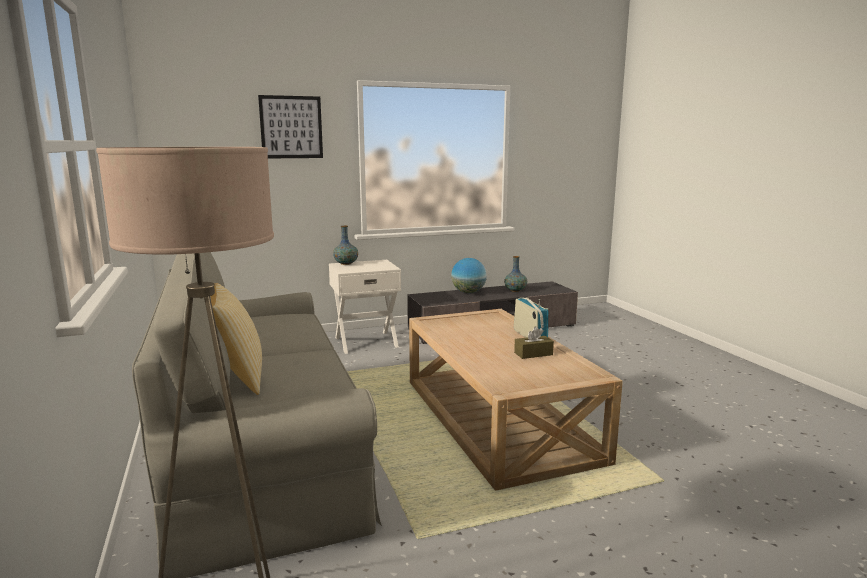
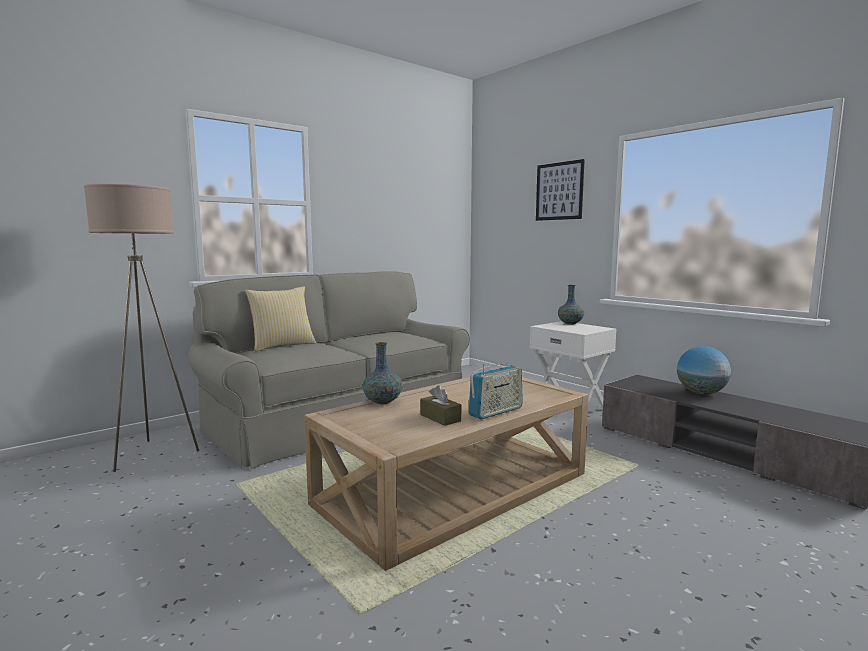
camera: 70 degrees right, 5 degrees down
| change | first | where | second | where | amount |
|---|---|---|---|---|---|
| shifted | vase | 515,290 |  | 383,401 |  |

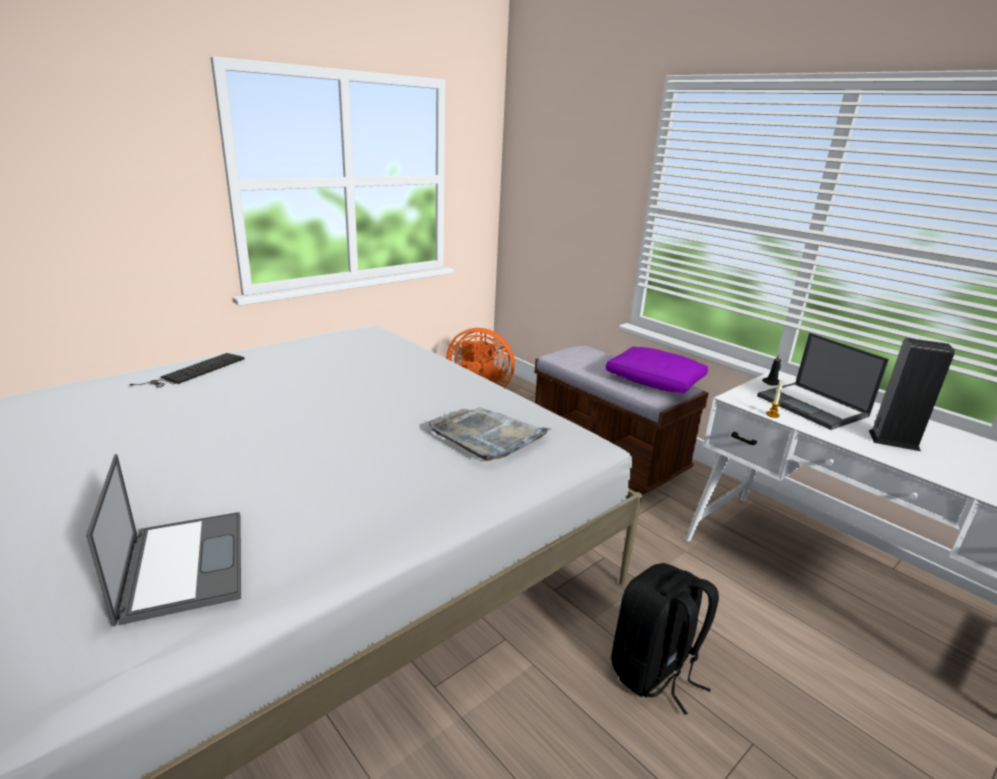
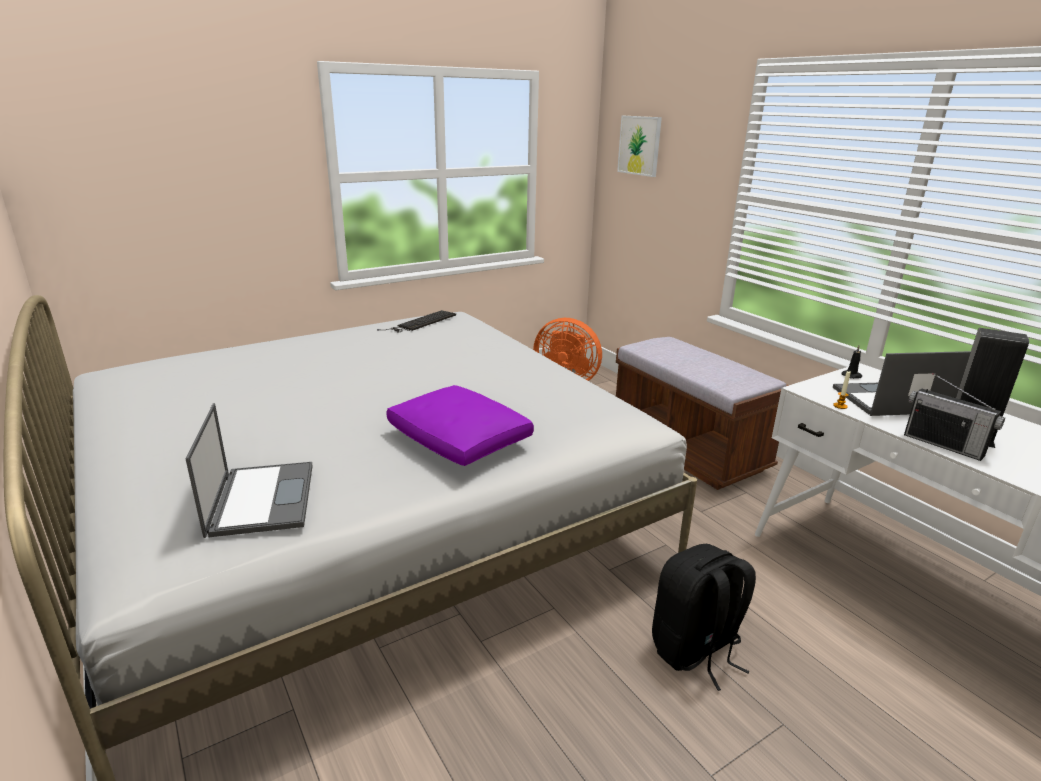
camera: 10 degrees right, 0 degrees up
| change | first | where | second | where | amount |
|---|---|---|---|---|---|
| shifted | keyboard | 194,371 |  | 420,322 |  |
| shifted | pillow (purple) | 653,381 |  | 458,439 |  |
| new |  |  | picture | 639,145 |  |
| rotated | laptop | 813,406 |  | 889,400 | 105 degrees clockwise |
| new |  |  | radio | 943,445 |  |
| gone | tray (grey) | 487,435 |  |  |  |

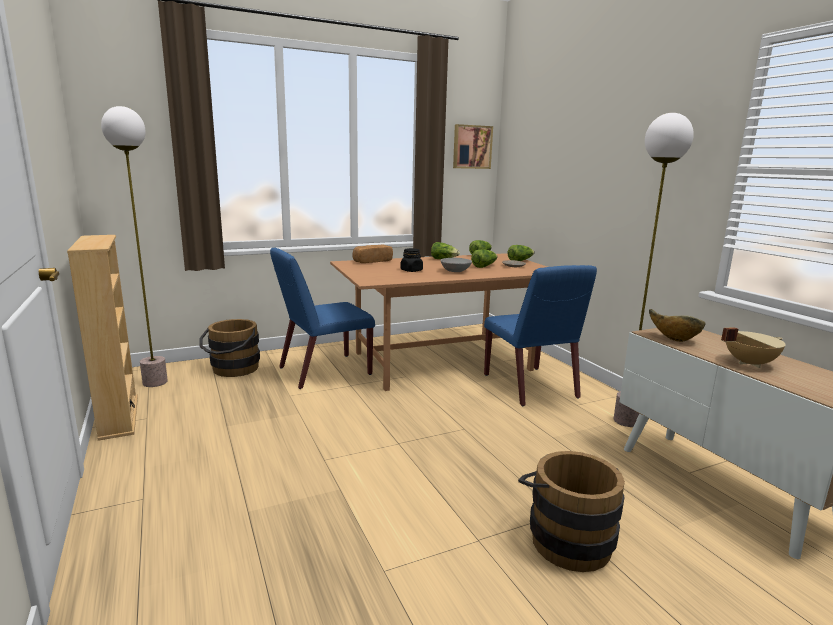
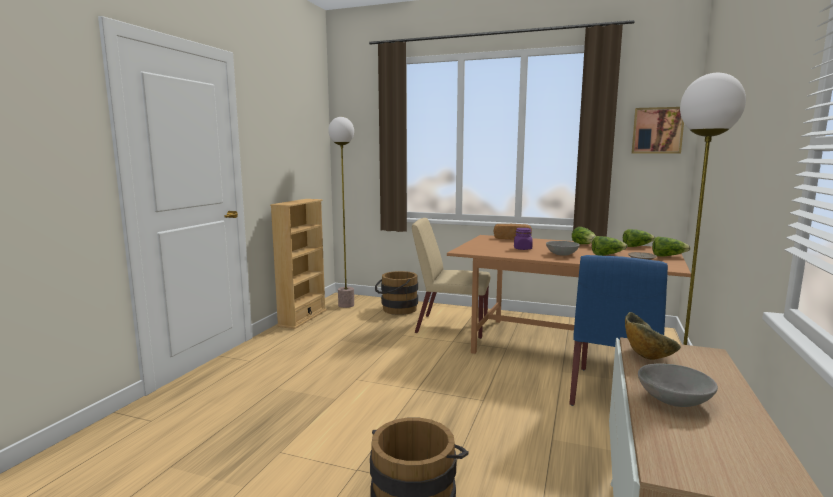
camera: 45 degrees right, 5 degrees down
| change | first | where | second | where | amount |
|---|---|---|---|---|---|
| repainted | chair (blue) | 323,371 | chair (beige) | 450,326 |  |
| repainted | jar (black) | 411,270 | jar (purple) | 522,248 |  |
| swapped | cooking pot (beige) | 748,363 | bowl (grey) | 673,400 |  |

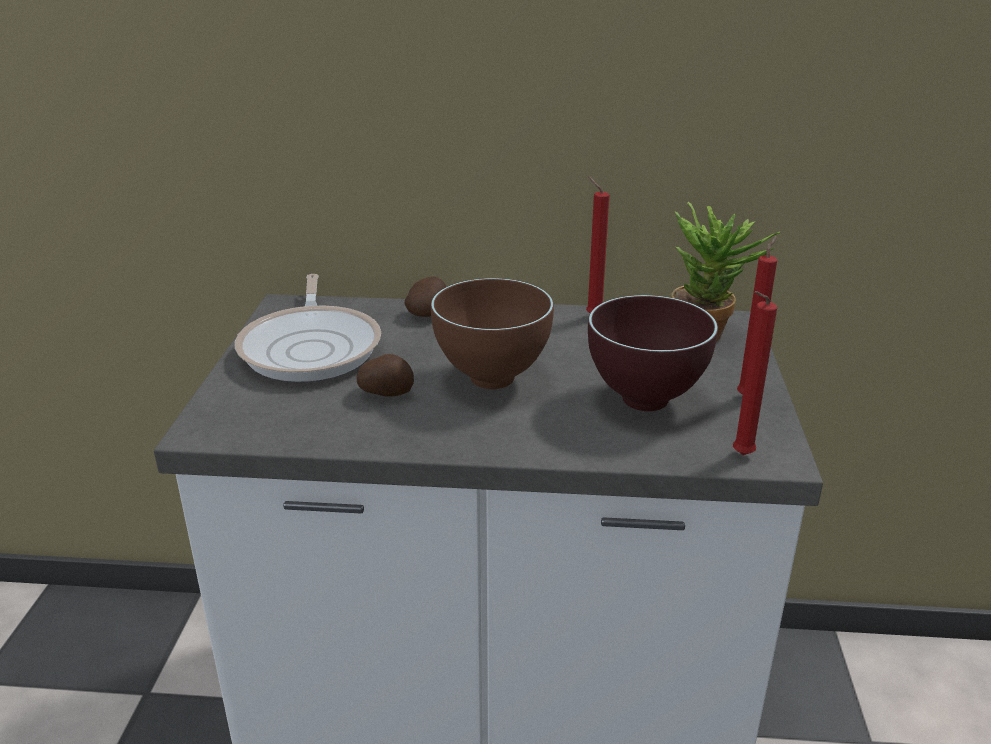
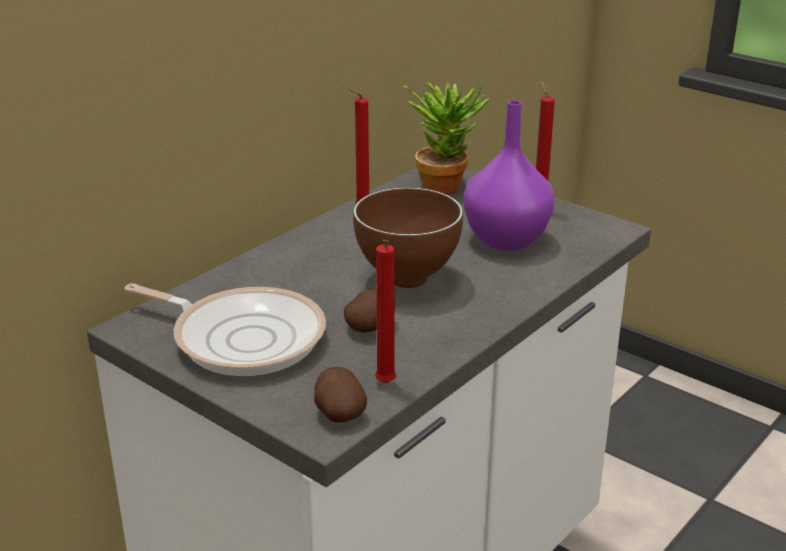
camera: 55 degrees left, 0 degrees up
| change | first | where | second | where | amount |
|---|---|---|---|---|---|
| shifted | potato | 428,313 |  | 338,413 |  |
| shifted | candle (red) | 739,456 |  | 385,385 |  |
| swapped | bowl (brown) | 646,403 | vase (purple) | 508,240 |  |

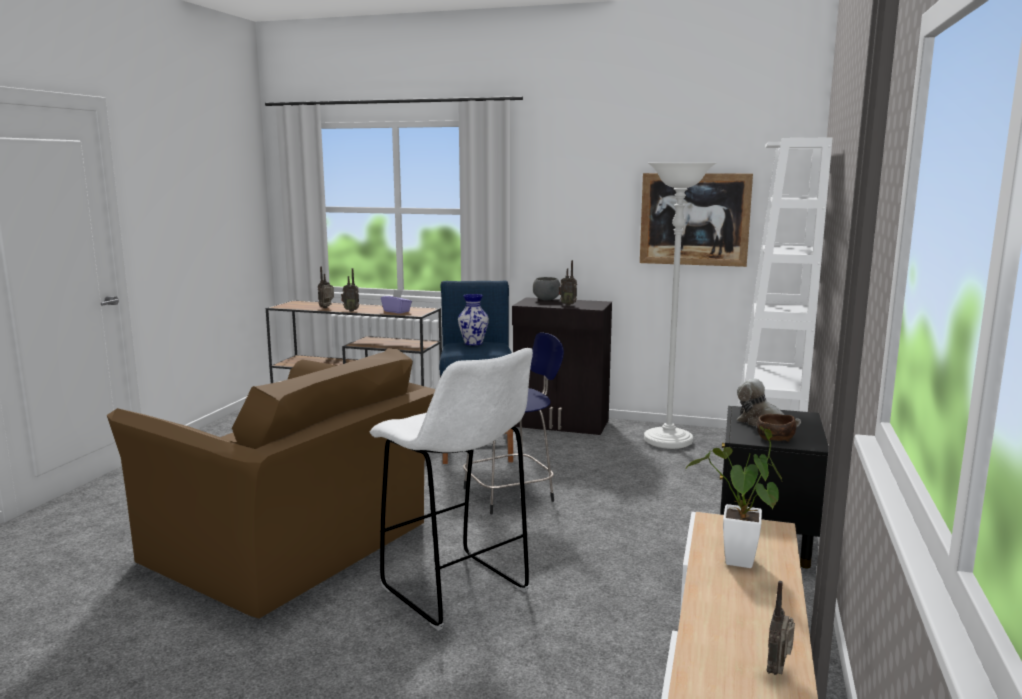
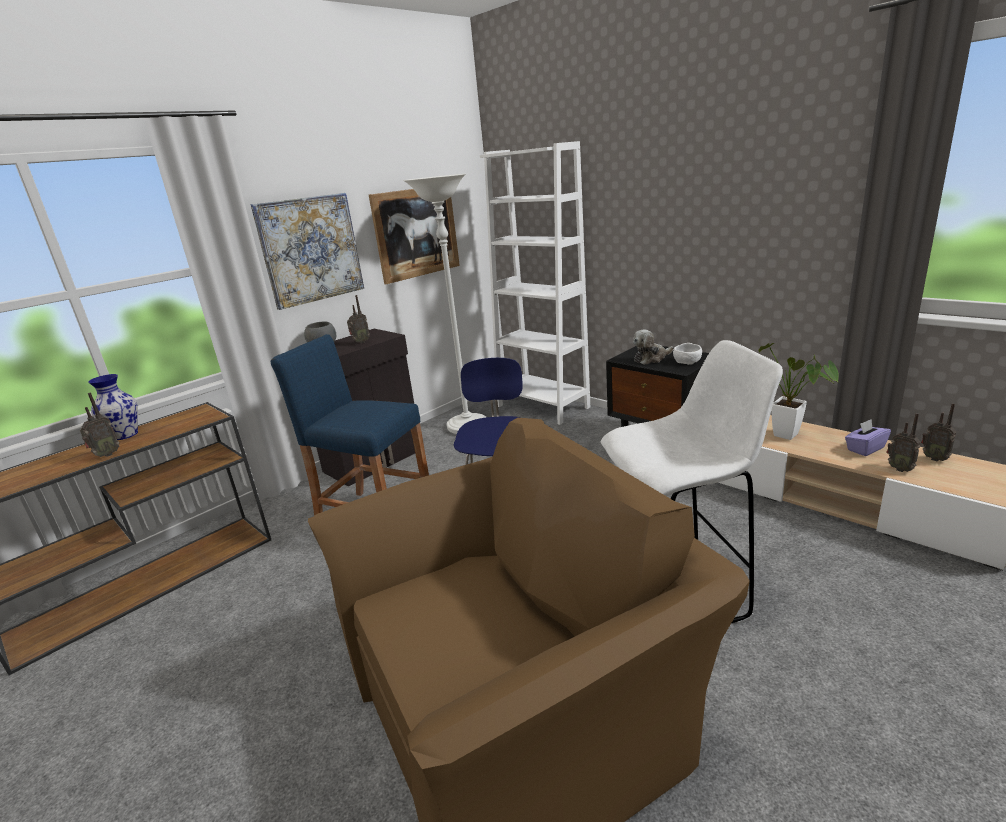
camera: 60 degrees left, 10 degrees up
| change | first | where | second | where | amount |
|---|---|---|---|---|---|
| shifted | vase | 474,343 |  | 126,435 |  |
| new |  |  | picture | 310,250 |  |
| repainted | bowl (brown) | 774,438 | bowl (white) | 687,362 |  |
| shifted | tissue box (purple) | 397,311 |  | 865,449 |  |
| shifted | radio | 327,308 |  | 900,468 |  |

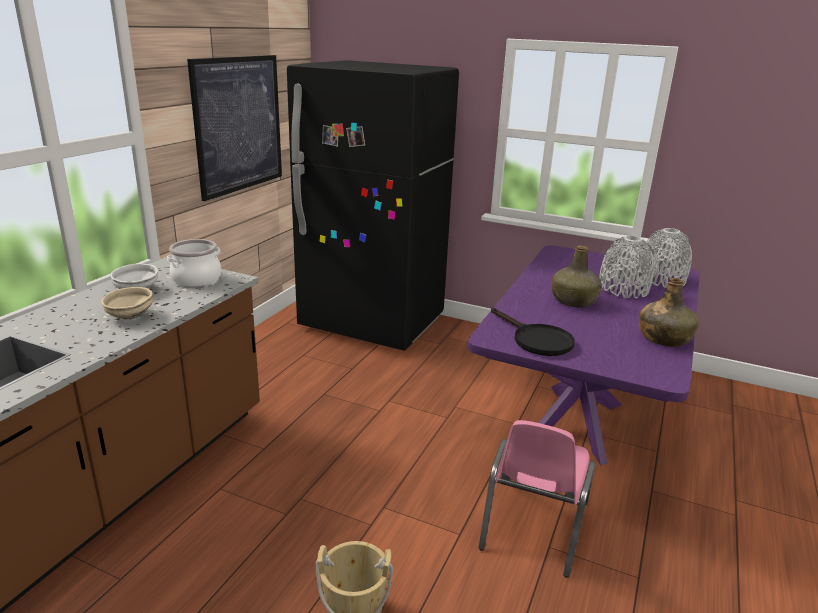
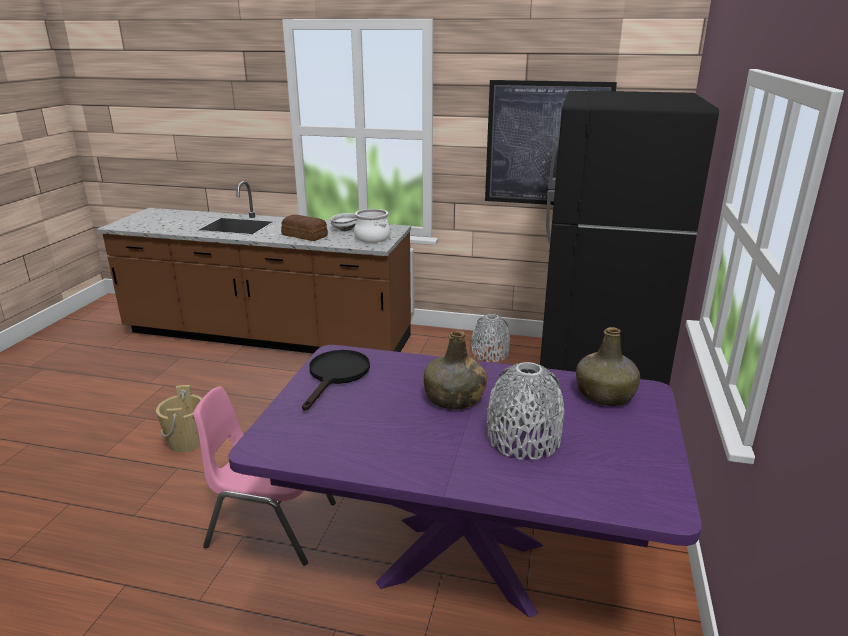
camera: 80 degrees right, 0 degrees up
| change | first | where | second | where | amount |
|---|---|---|---|---|---|
| swapped | bowl (beige) | 129,316 | bread | 304,235 |  |
| rotated | frying pan (black) | 536,340 |  | 336,375 | 150 degrees clockwise |
| shifted | vase (grey) | 661,279 |  | 490,353 |  |
| shifted | bottle (green) | 664,338 |  | 605,395 |  |

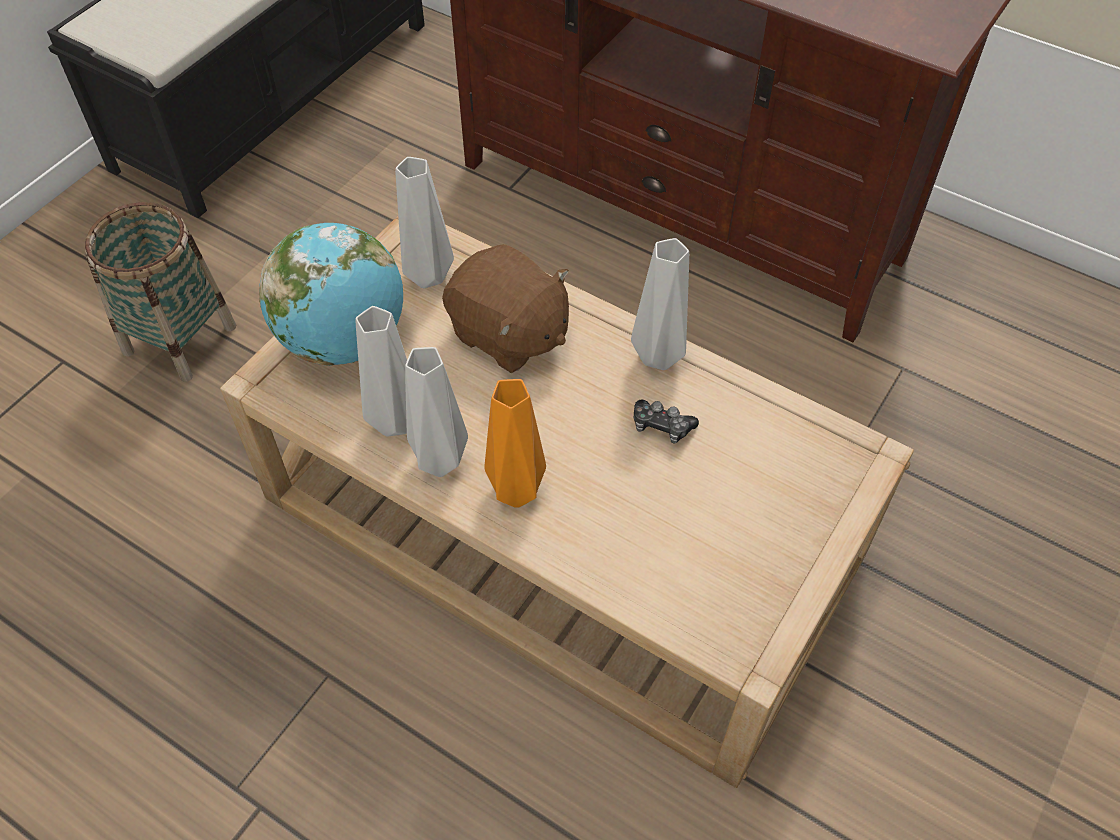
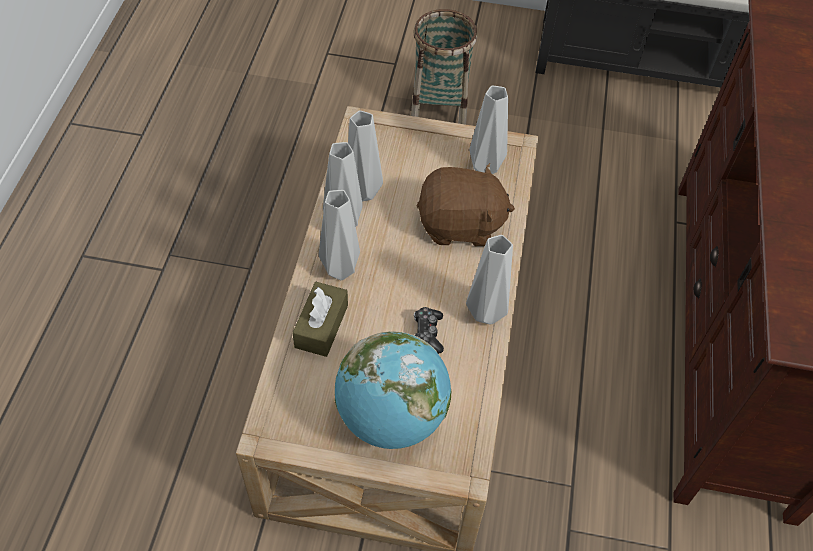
camera: 65 degrees right, 0 degrees up
| change | first | where | second | where | amount |
|---|---|---|---|---|---|
| new |  |  | tissue box (brown) | 321,326 |  |
| repainted | vase (orange) | 519,490 | vase (grey) | 341,271 |  |
| shifted | globe | 344,340 |  | 391,417 |  |
| rotated | plush toy (brown) | 508,334 |  | 460,225 | 105 degrees counterclockwise |

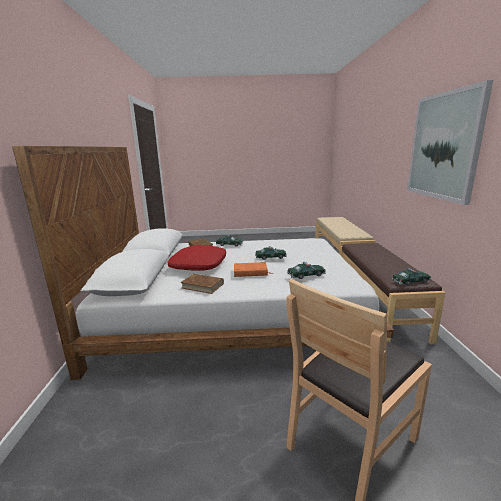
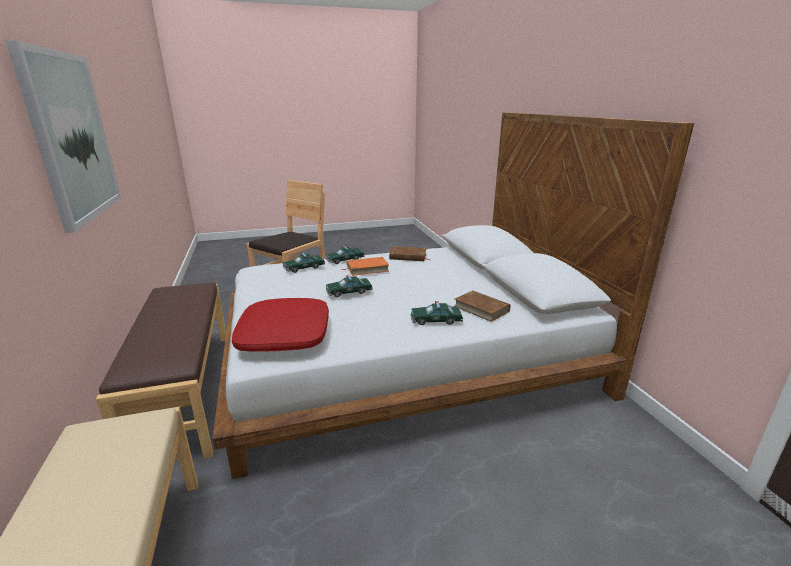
camera: 165 degrees right, 5 degrees up
| change | first | where | second | where | amount |
|---|---|---|---|---|---|
| shifted | pillow (red) | 198,265 |  | 285,335 |  |
| shifted | toy car | 410,281 |  | 345,260 |  |

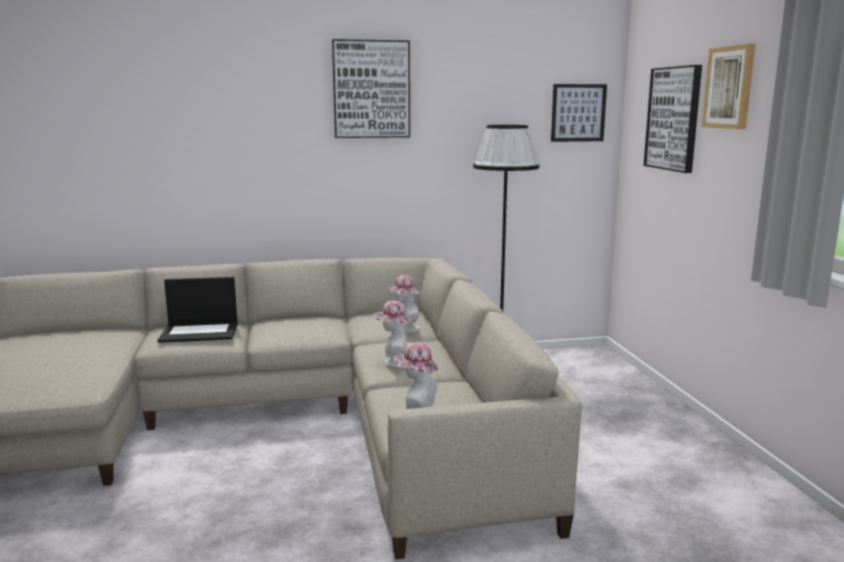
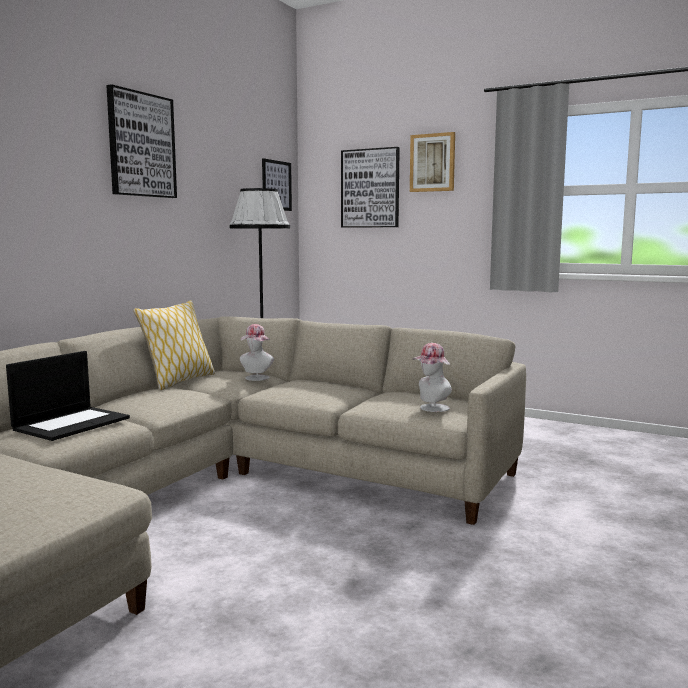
camera: 50 degrees left, 5 degrees down
| change | first | where | second | where | amount |
|---|---|---|---|---|---|
| new |  |  | pillow | 179,381 |  |
| gone | hat | 394,362 |  |  |  |

